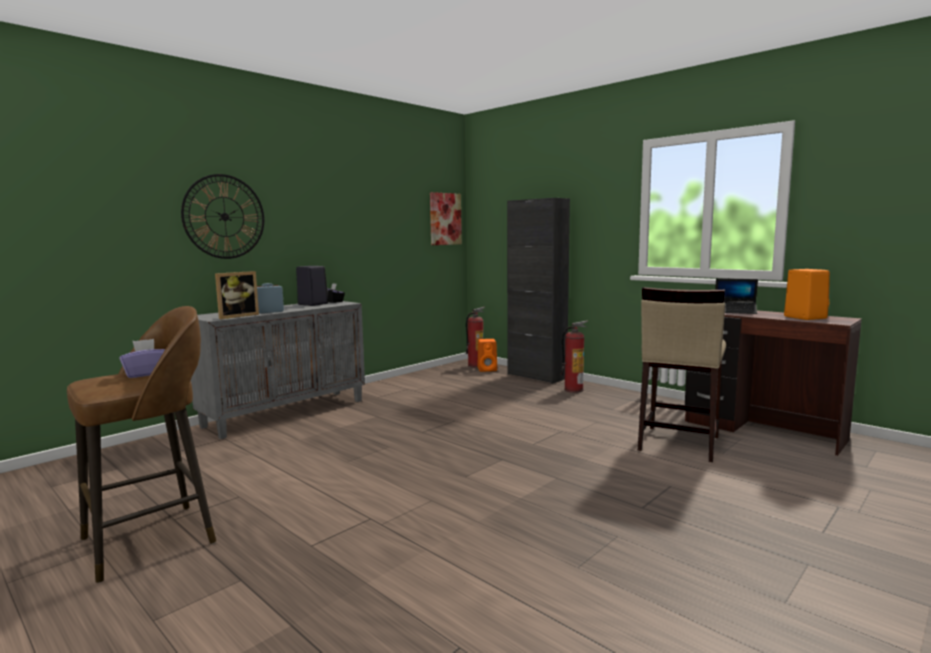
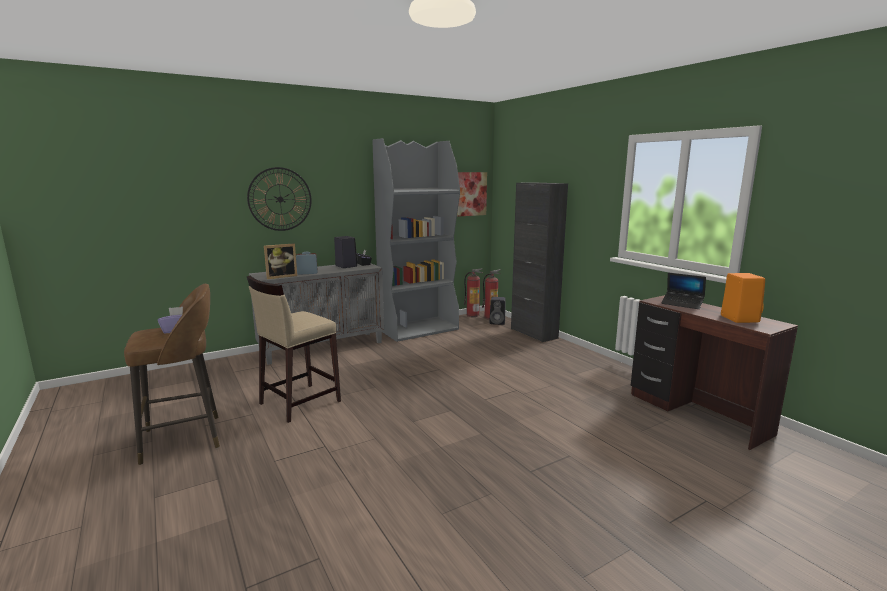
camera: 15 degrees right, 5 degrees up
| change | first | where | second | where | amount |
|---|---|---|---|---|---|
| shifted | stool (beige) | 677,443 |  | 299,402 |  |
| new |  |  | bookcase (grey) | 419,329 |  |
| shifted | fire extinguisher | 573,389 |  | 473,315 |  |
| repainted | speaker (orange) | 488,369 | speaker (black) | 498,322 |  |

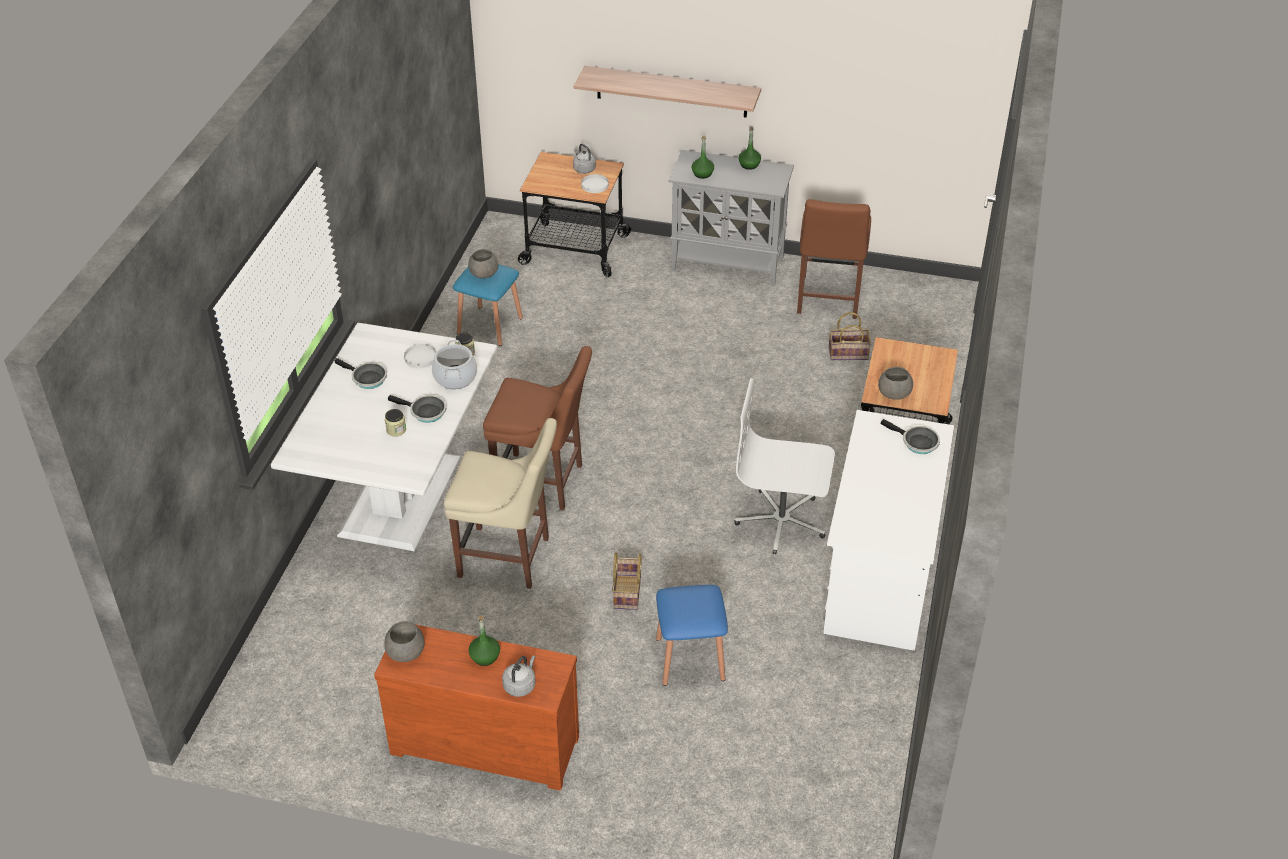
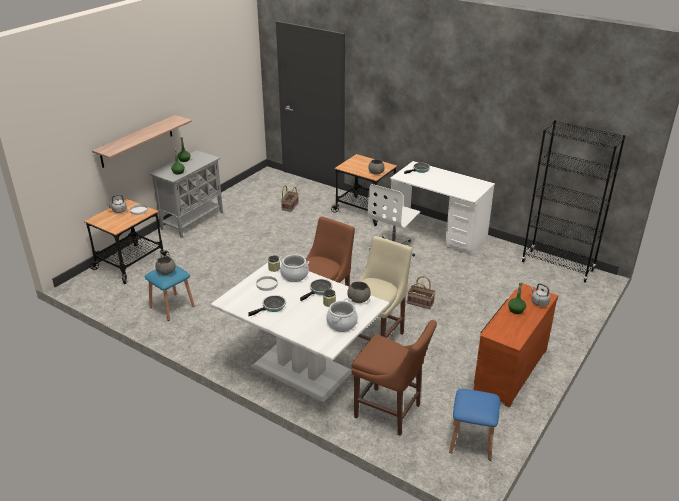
camera: 70 degrees left, 10 degrees down
| change | first | where | second | where | amount |
|---|---|---|---|---|---|
| new |  |  | cooking pot | 342,324 |  |
| shifted | bowl (grey) | 406,651 |  | 358,299 |  |
| shifted | chair (brown) | 827,299 |  | 390,412 |  |
| shifted | stool (blue) | 690,659 |  | 471,441 |  |
| new |  |  | bookcase (black) | 557,266 |  |

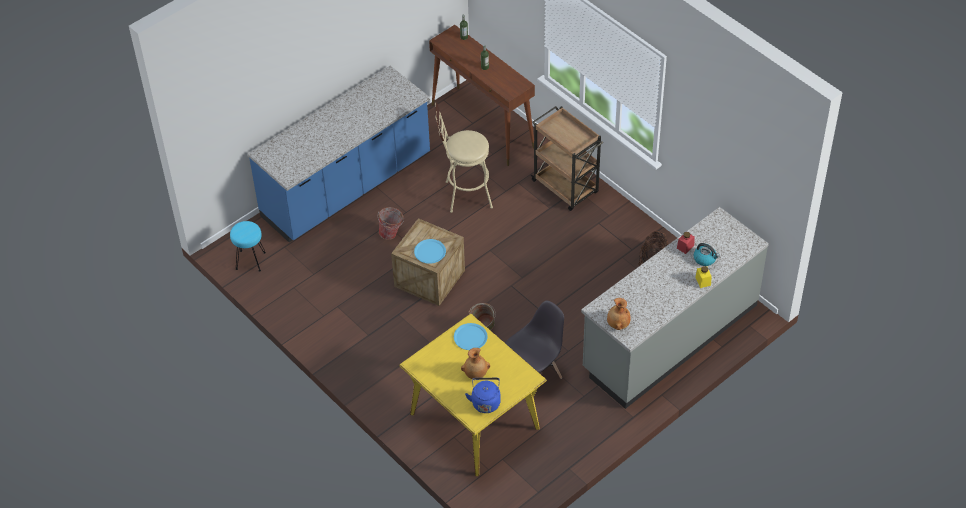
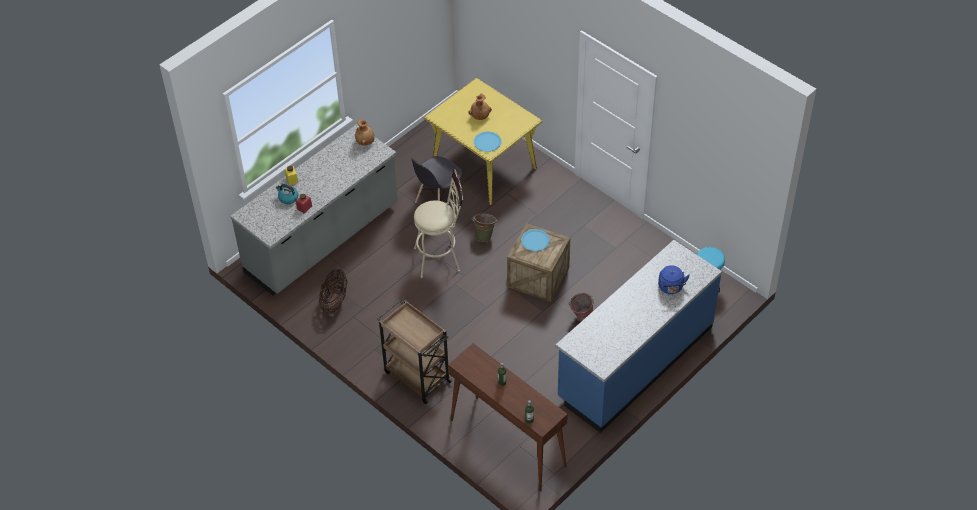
camera: 175 degrees right, 0 degrees up
| change | first | where | second | where | amount |
|---|---|---|---|---|---|
| shifted | stool (beige) | 464,195 |  | 441,258 |  |
| shifted | kettle (blue) | 485,402 |  | 671,288 |  |

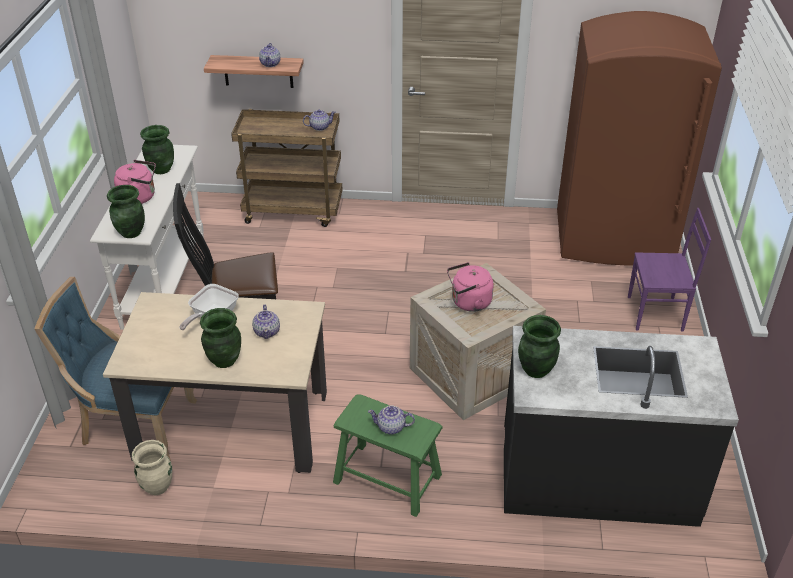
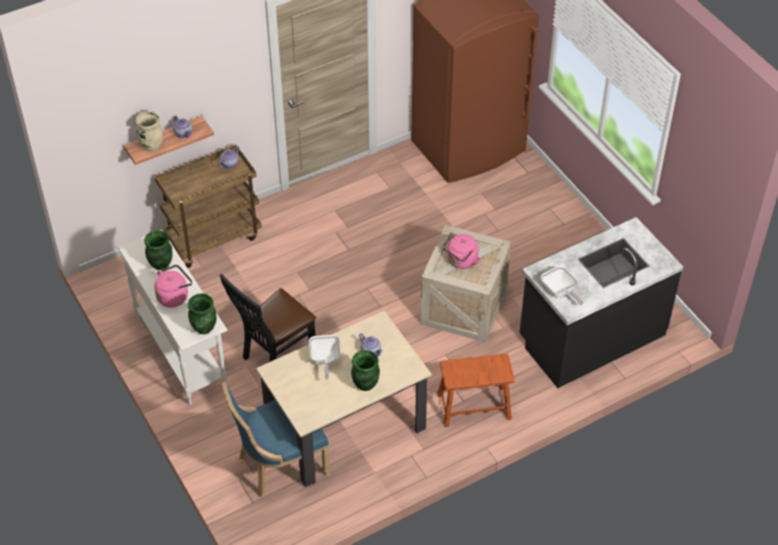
camera: 35 degrees left, 10 degrees up
| change | first | where | second | where | amount |
|---|---|---|---|---|---|
| shifted | vase (beige) | 157,486 |  | 151,146 |  |
| repainted | stool (green) | 387,478 | stool (brown) | 474,406 |  |
| swapped | vase (green) | 535,370 | frying pan | 560,292 |  |
| gone | teapot | 391,427 |  |  |  |
| gone | chair (purple) | 656,314 |  |  |  |

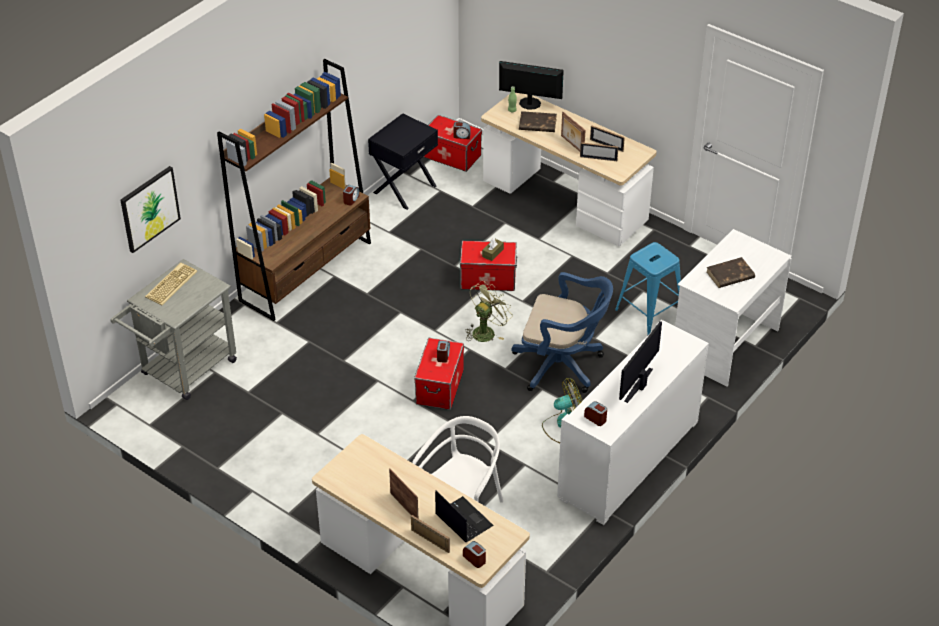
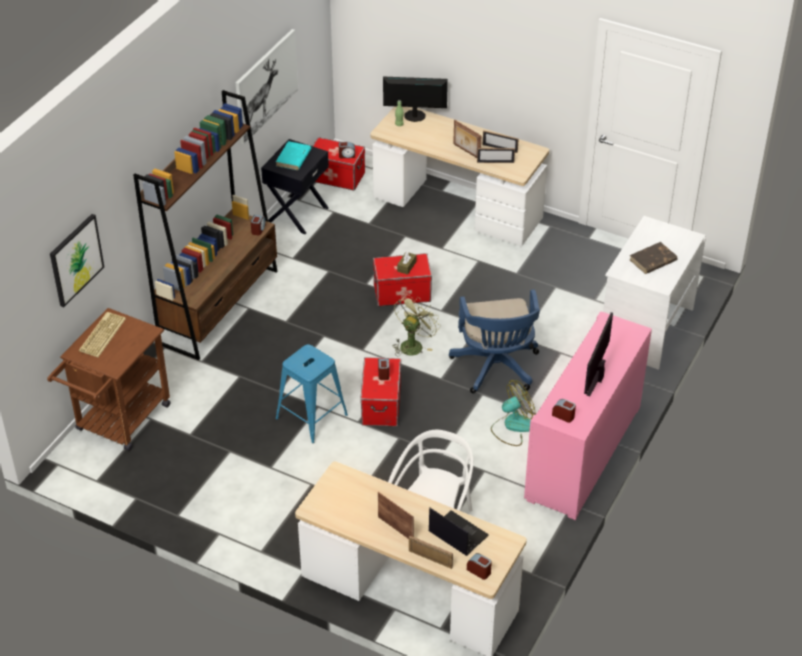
camera: 10 degrees left, 0 degrees up
| change | first | where | second | where | amount |
|---|---|---|---|---|---|
| repainted | cart (grey) | 183,372 | cart (brown) | 119,422 |  |
| new |  |  | picture | 266,85 |  |
| new |  |  | book (turquoise) | 293,158 |  |
| shifted | stool (blue) | 649,312 |  | 311,417 |  |
| rotated | office chair (blue) | 562,366 |  | 496,369 | 75 degrees clockwise |
| repainted | cabinet (white) | 629,459 | cabinet (pink) | 583,452 |  |
| gone | book (brown) | 537,124 |  |  |  |

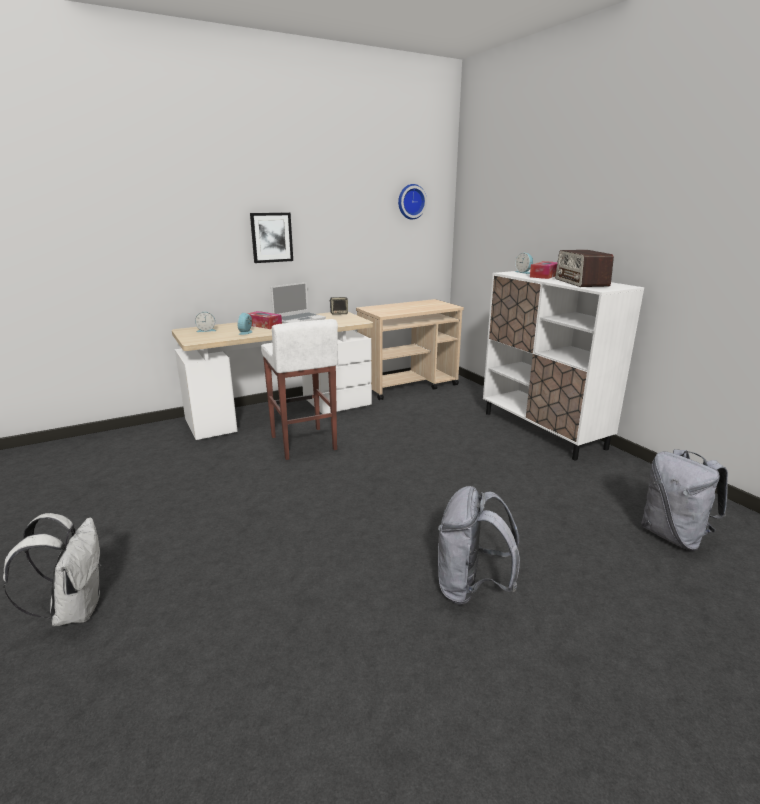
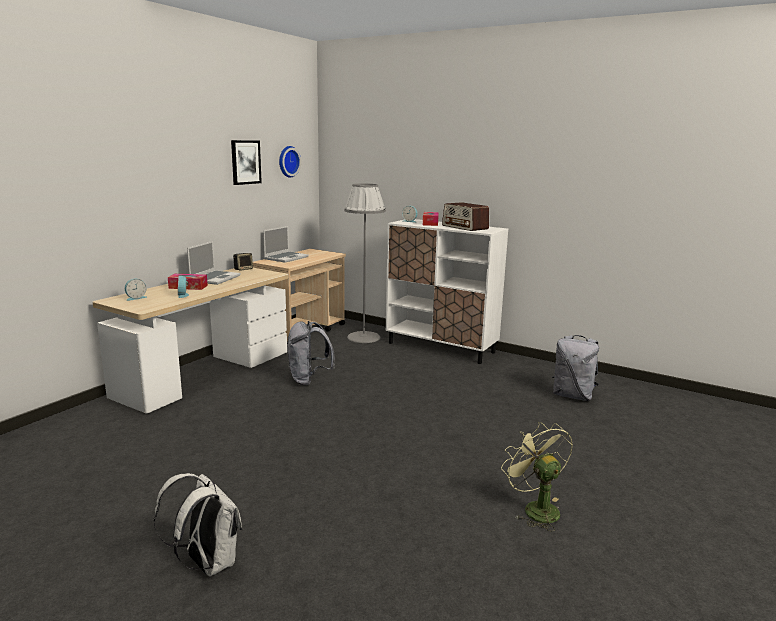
camera: 30 degrees left, 5 degrees down
| change | first | where | second | where | amount |
|---|---|---|---|---|---|
| shifted | picture | 271,237 |  | 245,162 |  |
| new |  |  | laptop | 286,258 |  |
| shifted | backpack (grey) | 471,588 |  | 309,380 |  |
| new |  |  | floor lamp (grey) | 363,337 |  |
| new |  |  | fan (green) | 535,508 |  |
| gone | stool (white) | 303,443 |  |  |  |

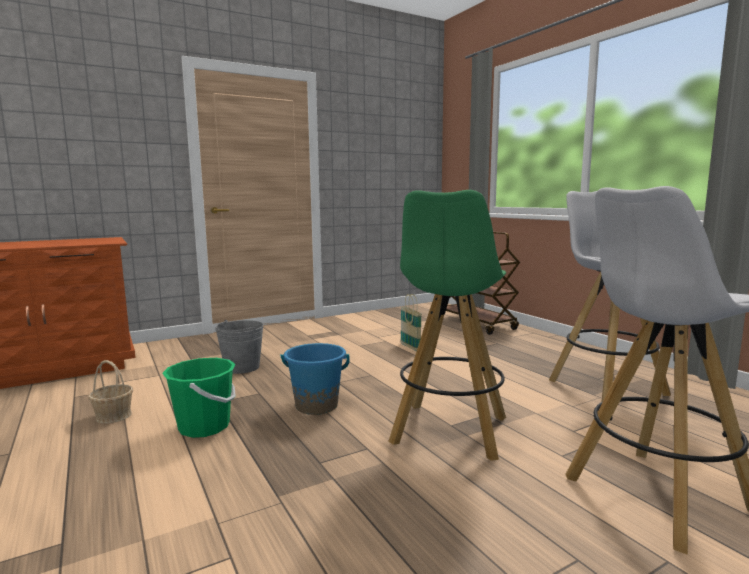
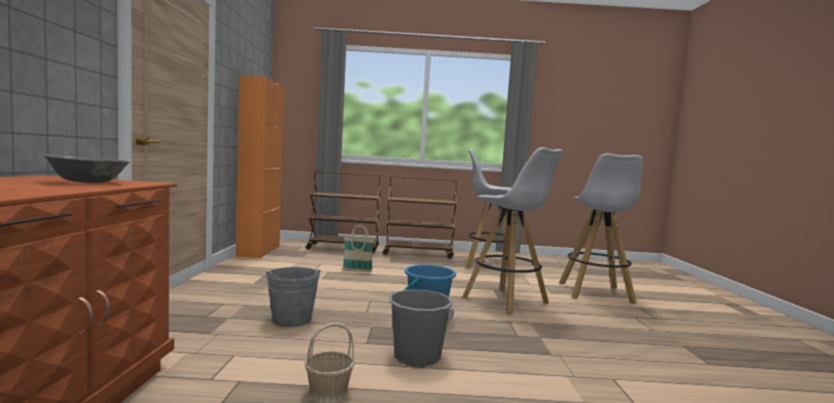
camera: 60 degrees left, 5 degrees down
| change | first | where | second | where | amount |
|---|---|---|---|---|---|
| new |  |  | bowl (grey) | 87,182 |  |
| new |  |  | cabinet (orange) | 259,251 |  |
| new |  |  | cart (brown) | 418,253 |  |
| repainted | bucket (green) | 204,427 | bucket (grey) | 417,356 |  |
| repainted | stool (green) | 449,432 | stool (white) | 507,301 |  |

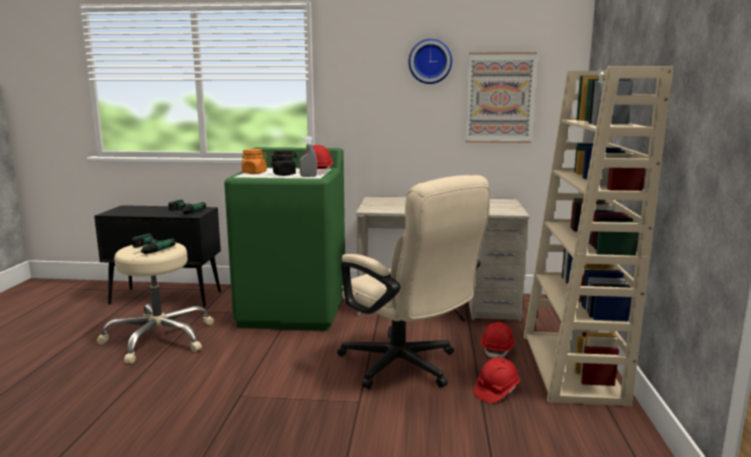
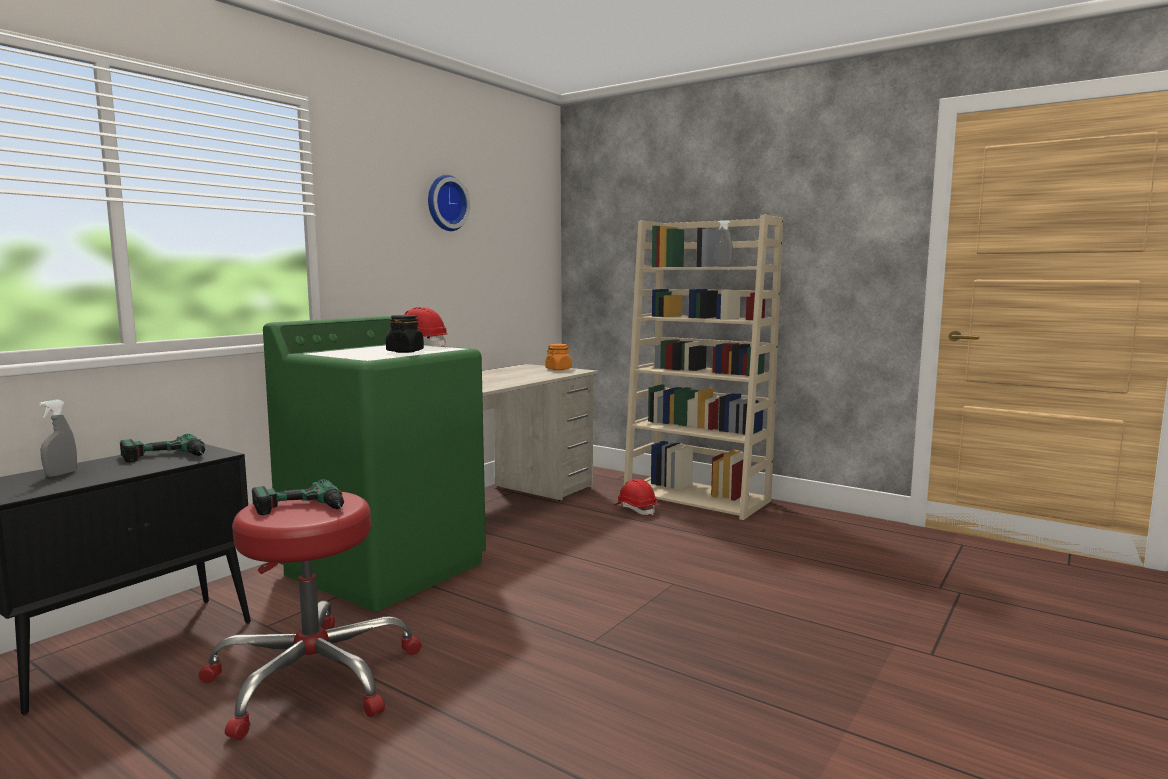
camera: 60 degrees left, 5 degrees down
| change | first | where | second | where | amount |
|---|---|---|---|---|---|
| shifted | spray bottle (grey) | 308,176 |  | 61,474 |  |
| repainted | stool (beige) | 159,338 | stool (red) | 314,677 |  |
| shifted | jar (orange) | 254,173 |  | 558,369 |  |
| gone | office chair (beige) | 406,368 |  |  |  |
| gone | picture | 500,98 |  |  |  |
| gone | hard hat (red) | 496,391 |  |  |  |

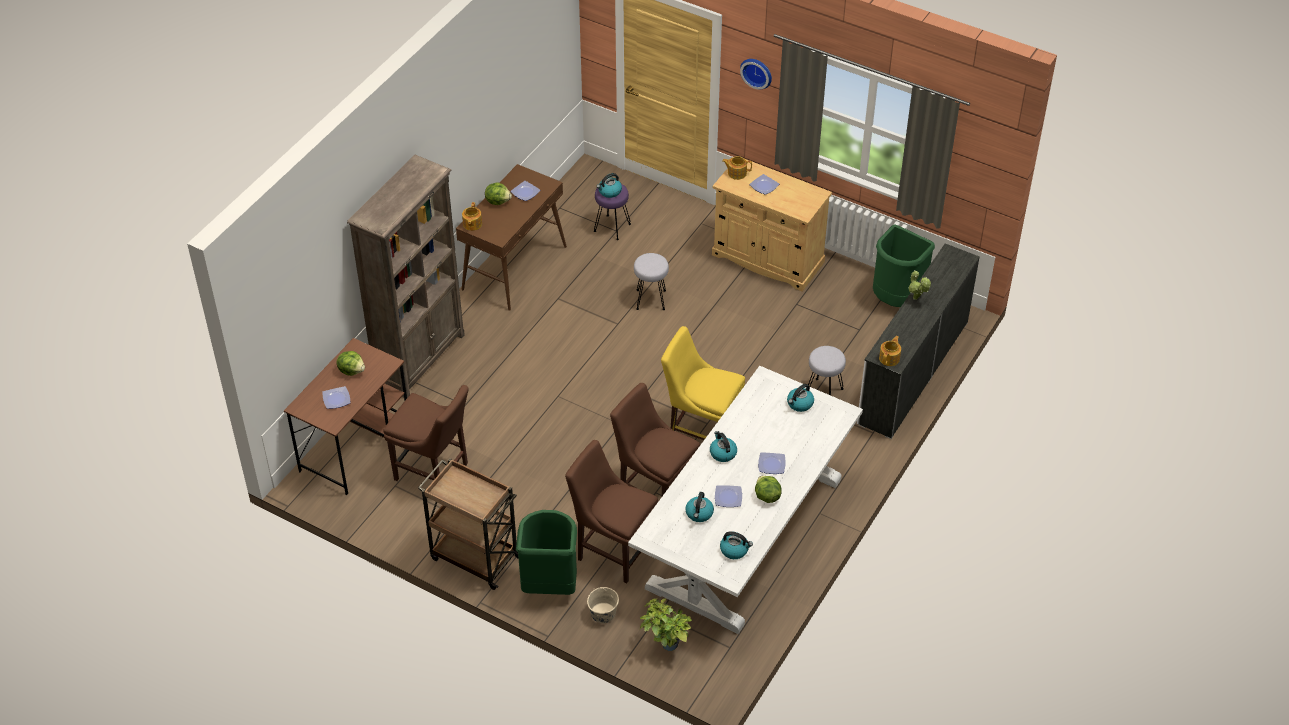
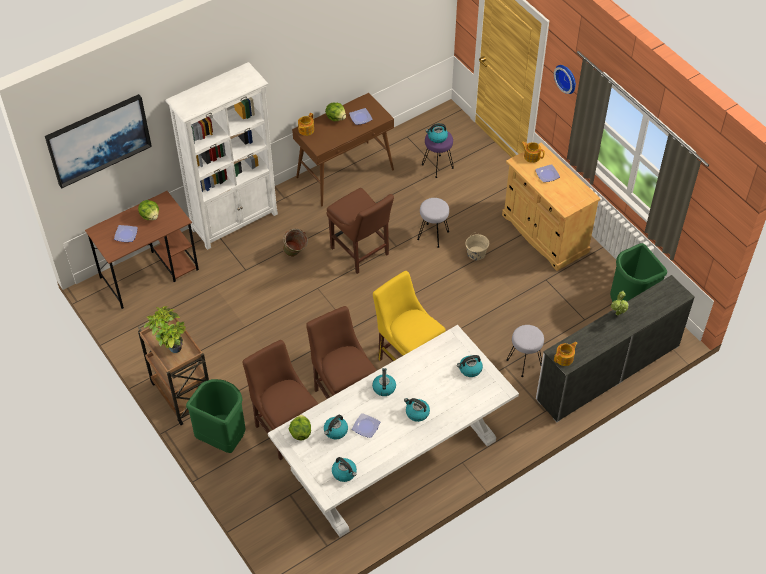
camera: 25 degrees right, 5 degrees up
| change | first | where | second | where | amount |
|---|---|---|---|---|---|
| new |  |  | picture | 98,139 |  |
| shifted | potted plant | 665,646 |  | 171,348 |  |
| repainted | bookcase (brown) | 420,358 | bookcase (white) | 235,221 |  |
| new |  |  | bucket (green) | 295,254 |  |
| shifted | lettuce | 766,496 |  | 300,433 |  |
| shifted | chair (brown) | 434,473 |  | 361,253 |  |
| swapped | plate | 772,465 | kettle | 417,413 |  |
| shifted | bucket (beige) | 603,613 |  | 476,253 |  |

